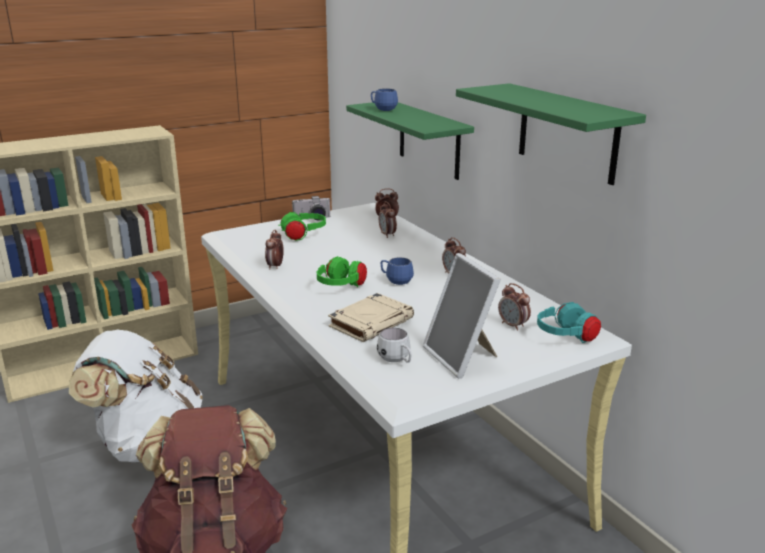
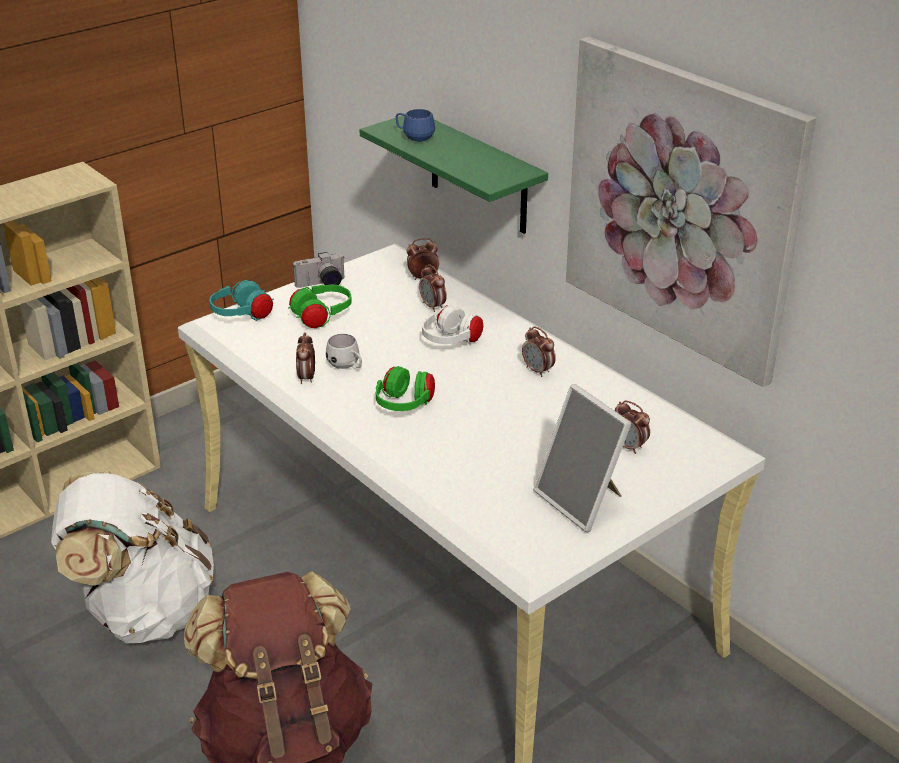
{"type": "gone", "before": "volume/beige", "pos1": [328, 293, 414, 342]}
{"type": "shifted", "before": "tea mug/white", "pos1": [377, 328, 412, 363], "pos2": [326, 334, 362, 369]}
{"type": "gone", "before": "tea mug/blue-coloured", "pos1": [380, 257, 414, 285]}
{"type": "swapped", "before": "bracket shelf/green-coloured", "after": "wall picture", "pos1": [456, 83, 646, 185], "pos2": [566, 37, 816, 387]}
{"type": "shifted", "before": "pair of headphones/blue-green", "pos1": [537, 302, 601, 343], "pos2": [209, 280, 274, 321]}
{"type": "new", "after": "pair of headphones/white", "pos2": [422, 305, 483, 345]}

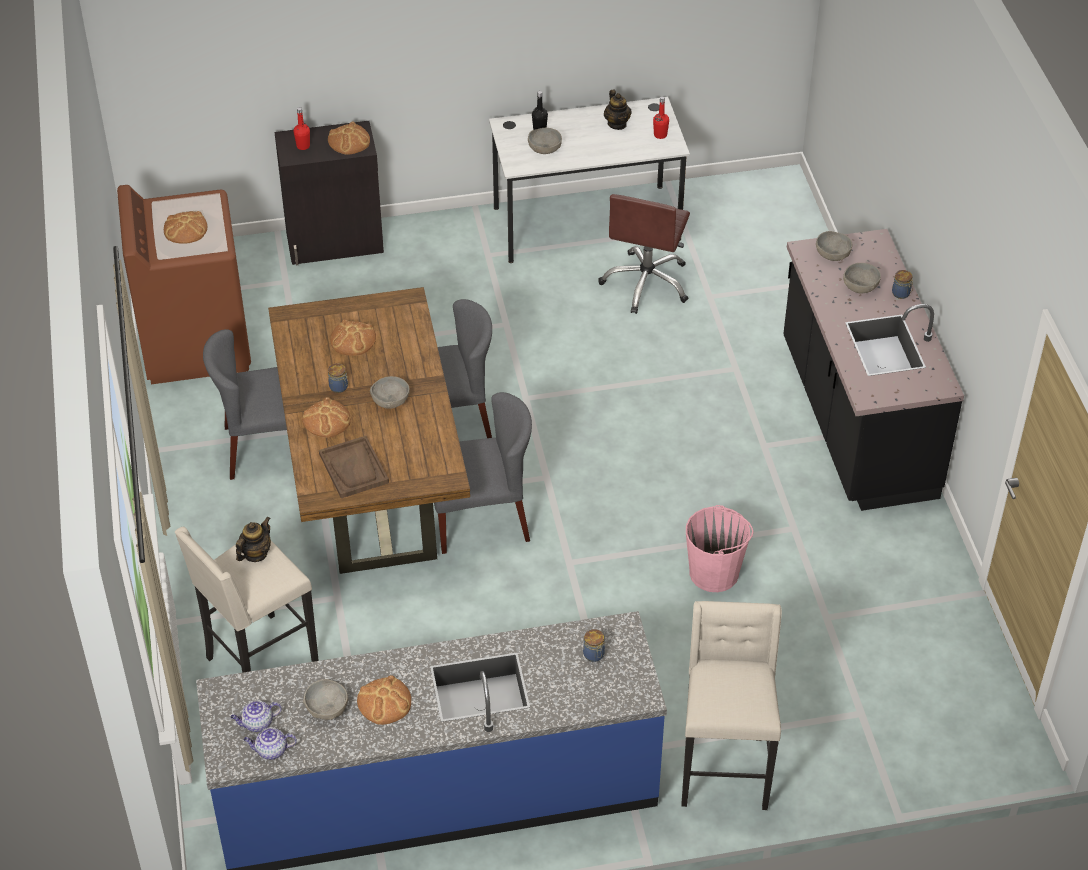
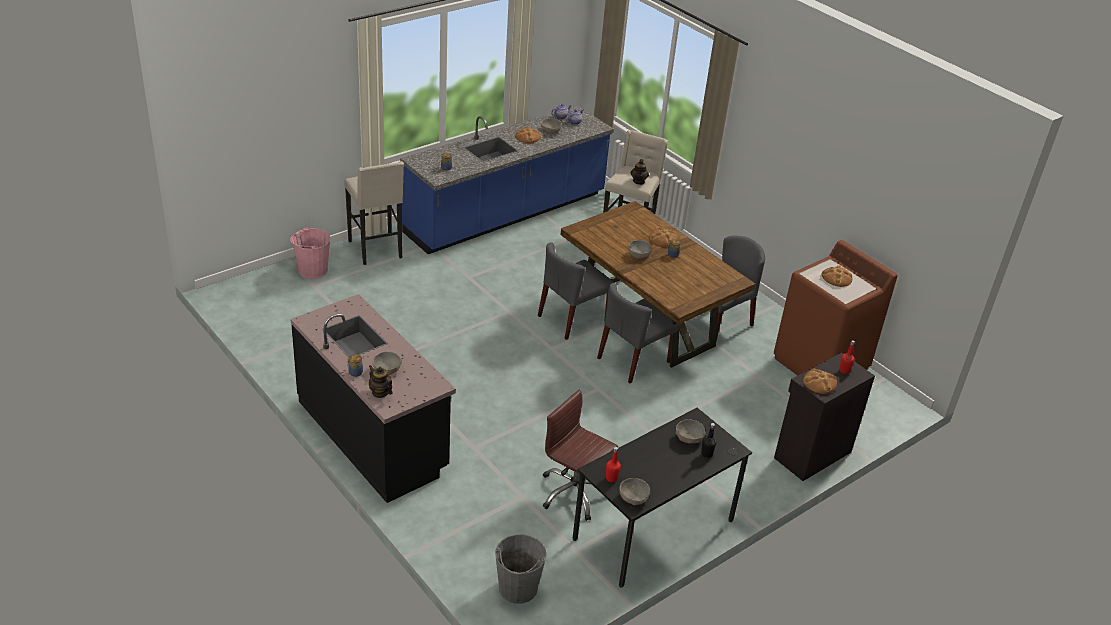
{"type": "gone", "before": "carrying tray/brownish", "pos1": [319, 436, 389, 498]}
{"type": "gone", "before": "bread", "pos1": [330, 319, 376, 356]}
{"type": "repainted", "before": "desk unit/white", "after": "desk unit/black-coloured", "pos1": [489, 97, 690, 263], "pos2": [573, 408, 752, 588]}
{"type": "rotated", "before": "desk chair/brownish", "pos1": [598, 194, 690, 314], "pos2": [543, 389, 618, 521], "turn": -45}
{"type": "shifted", "before": "pot for tea", "pos1": [604, 90, 632, 130], "pos2": [369, 365, 392, 398]}
{"type": "shifted", "before": "pail/pink-coloured", "pos1": [686, 505, 753, 592], "pos2": [290, 227, 330, 279]}
{"type": "shifted", "before": "bowl/grey", "pos1": [816, 231, 852, 261], "pos2": [619, 478, 650, 505]}
{"type": "new", "after": "pail/grey", "pos2": [495, 534, 547, 604]}

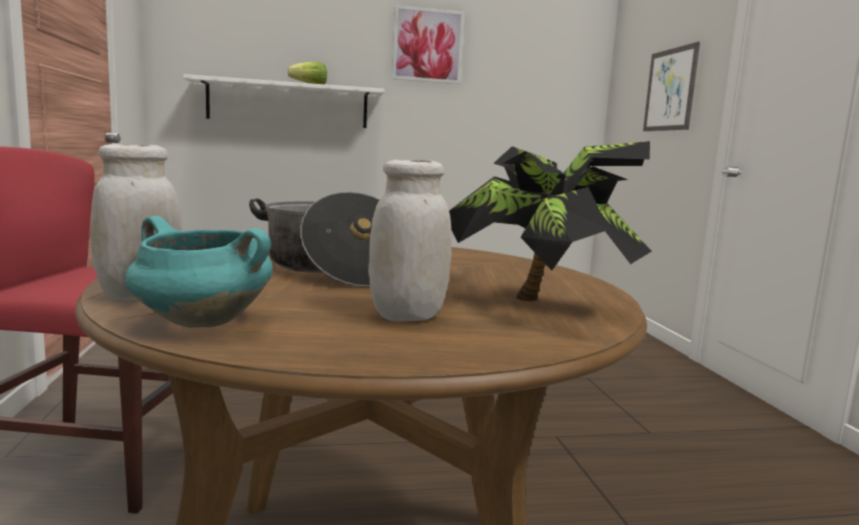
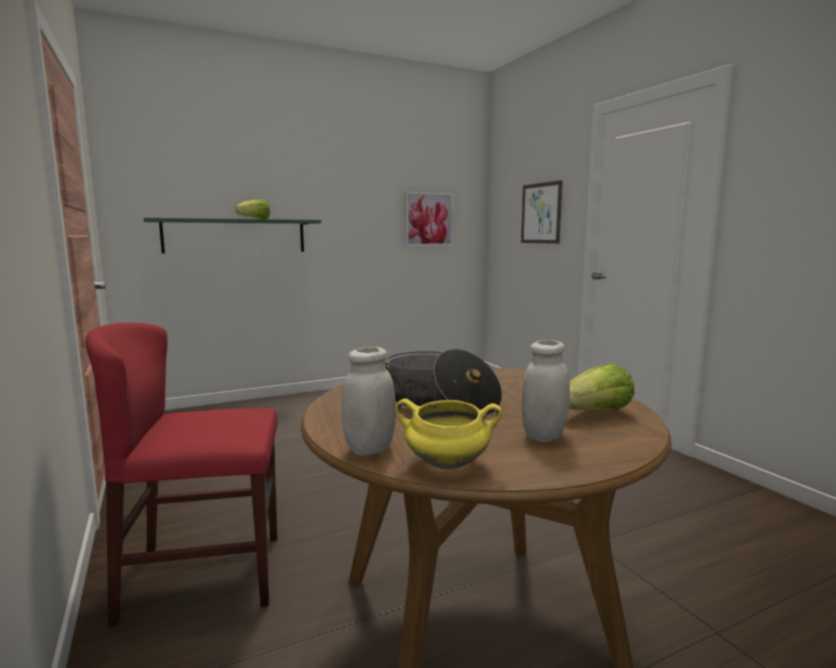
{"type": "repainted", "before": "saucepot/blue-green", "after": "saucepot/yellow", "pos1": [125, 216, 273, 328], "pos2": [395, 399, 502, 470]}
{"type": "repainted", "before": "bracket shelf/white", "after": "bracket shelf/green-coloured", "pos1": [183, 74, 385, 128], "pos2": [143, 218, 321, 254]}
{"type": "shifted", "before": "wall picture", "pos1": [392, 5, 465, 84], "pos2": [405, 191, 453, 246]}
{"type": "swapped", "before": "houseplant", "after": "head of lettuce", "pos1": [449, 141, 652, 301], "pos2": [569, 362, 635, 411]}

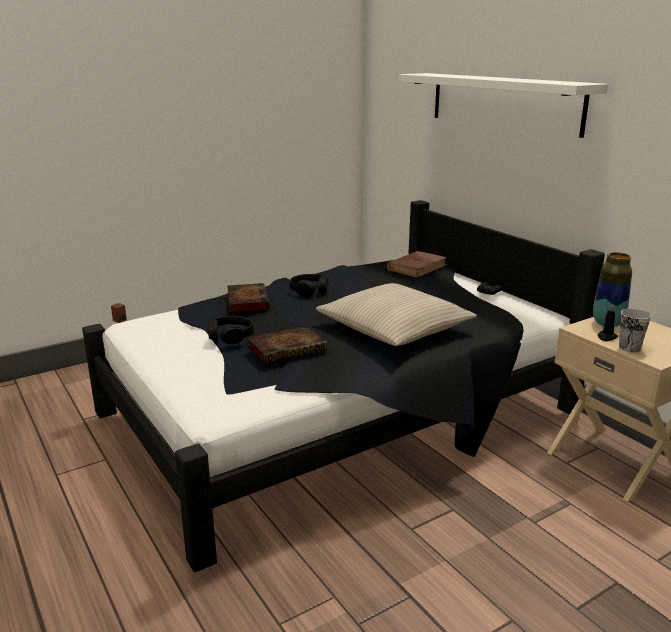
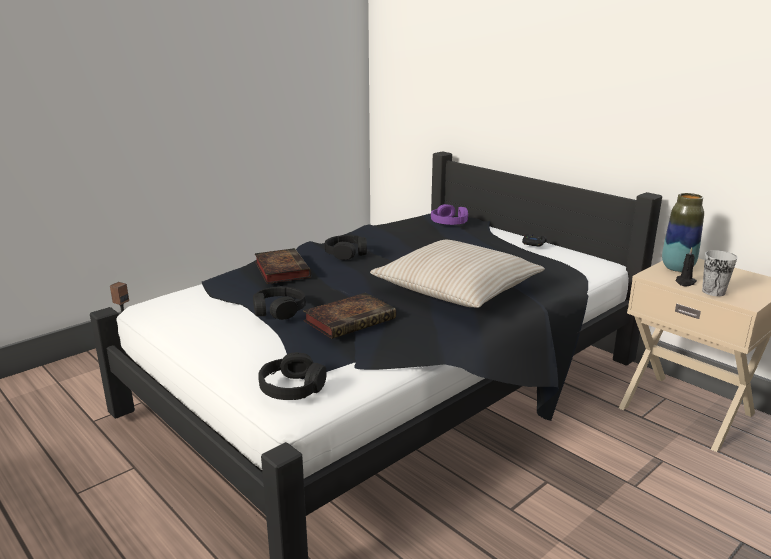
{"type": "swapped", "before": "volume/brownish", "after": "pair of headphones/purple", "pos1": [387, 251, 448, 278], "pos2": [431, 204, 468, 225]}
{"type": "gone", "before": "bracket shelf/white", "pos1": [399, 73, 608, 138]}
{"type": "new", "after": "pair of headphones/black-coloured", "pos2": [258, 352, 327, 400]}

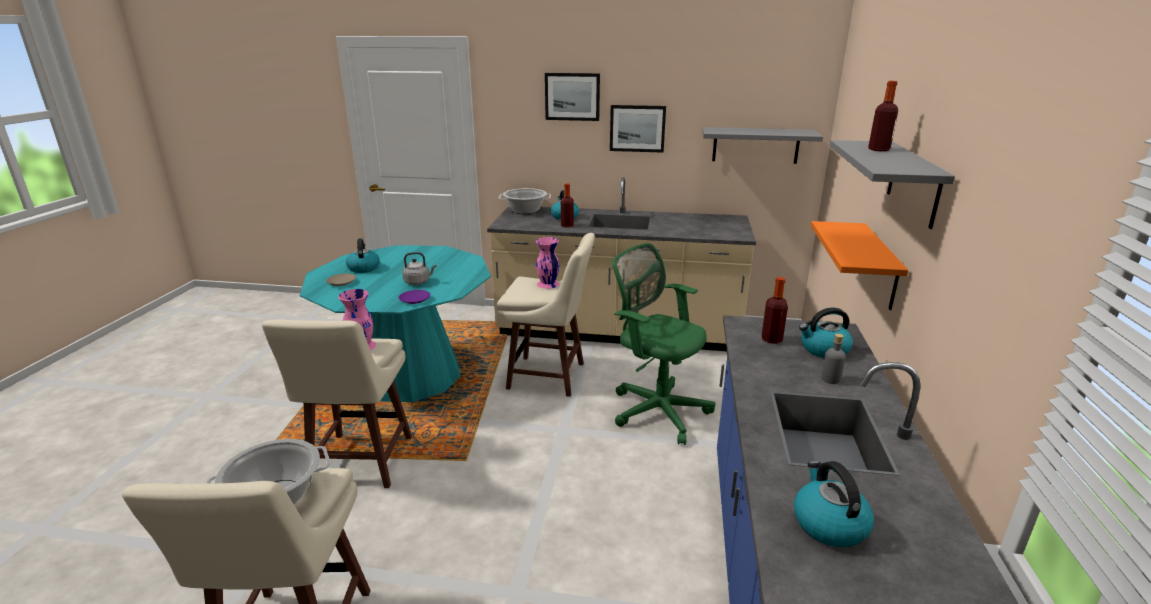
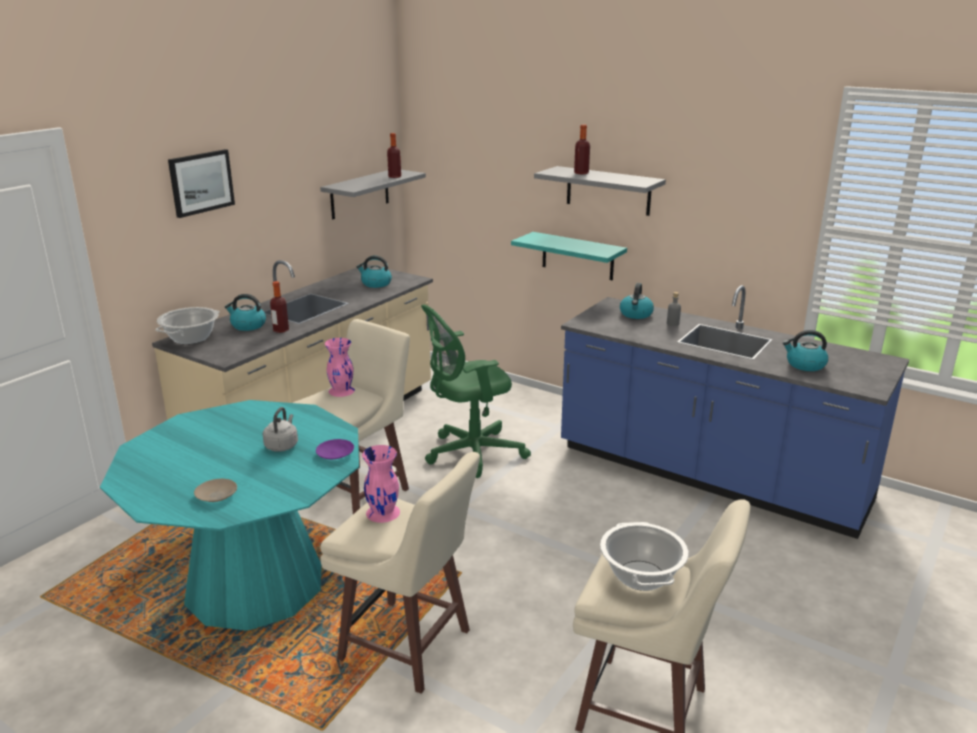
{"type": "shifted", "before": "kettle", "pos1": [346, 238, 380, 273], "pos2": [357, 256, 392, 288]}
{"type": "gone", "before": "wall picture", "pos1": [610, 105, 666, 153]}
{"type": "shifted", "before": "beverage bottle", "pos1": [762, 277, 788, 344], "pos2": [387, 133, 401, 178]}
{"type": "repainted", "before": "bracket shelf/orangey", "after": "bracket shelf/blue-green", "pos1": [811, 221, 908, 310], "pos2": [511, 232, 627, 280]}

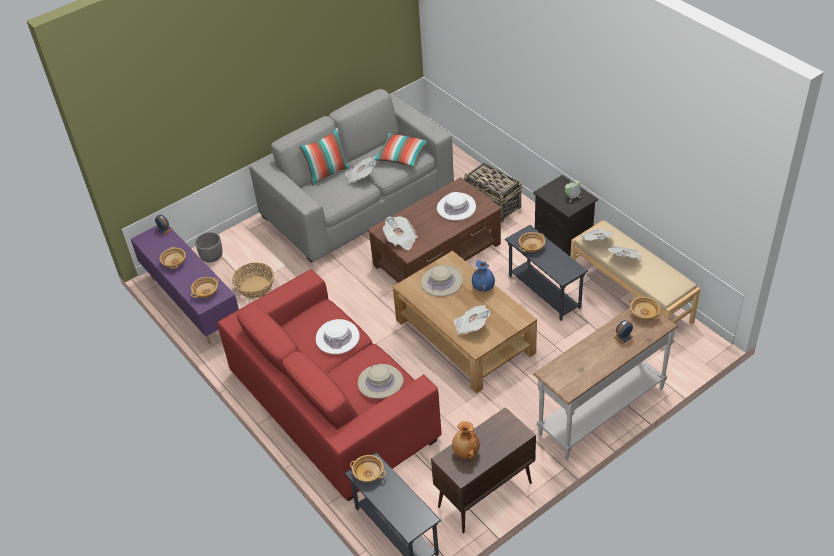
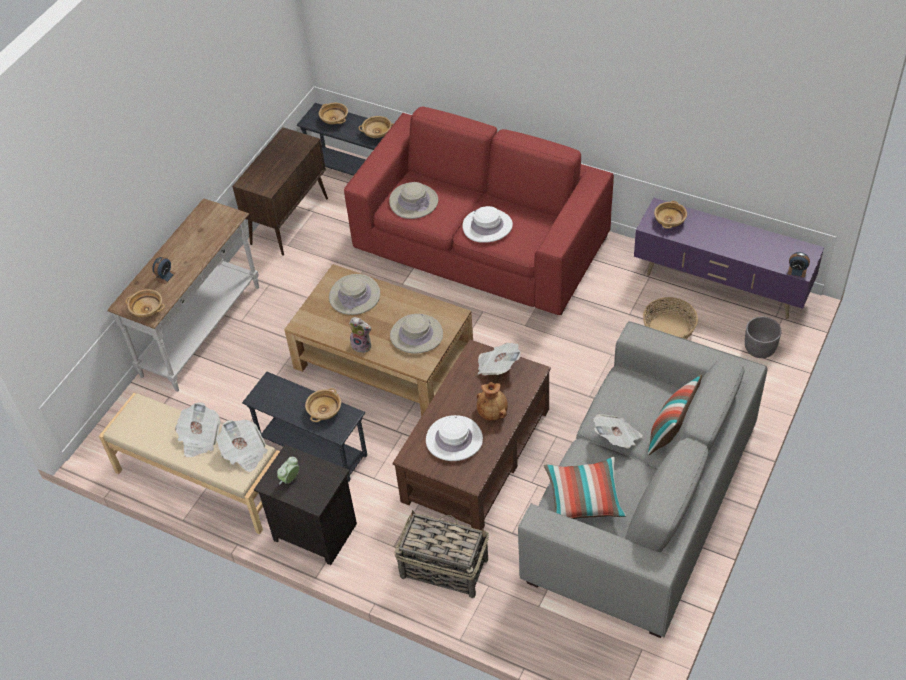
{"type": "shifted", "before": "bowl/beige", "pos1": [160, 247, 186, 269], "pos2": [319, 103, 348, 125]}
{"type": "shifted", "before": "decorative vase/brownish", "pos1": [452, 421, 480, 459], "pos2": [477, 382, 508, 421]}
{"type": "swapped", "before": "newspaper", "after": "clothing hat/beige", "pos1": [453, 305, 490, 335], "pos2": [329, 274, 380, 315]}
{"type": "swapped", "before": "decorative vase/blue-coloured", "after": "plush toy", "pos1": [472, 260, 495, 292], "pos2": [349, 317, 372, 353]}

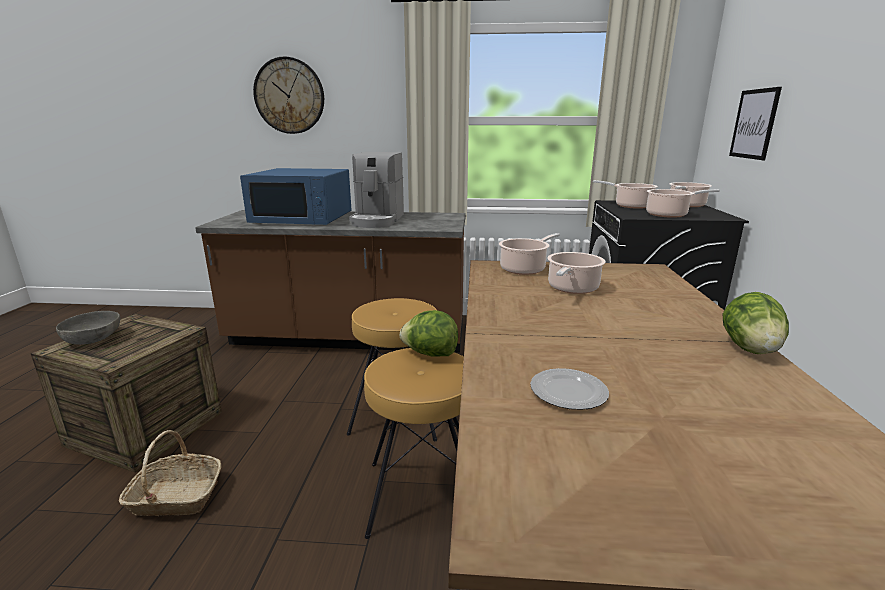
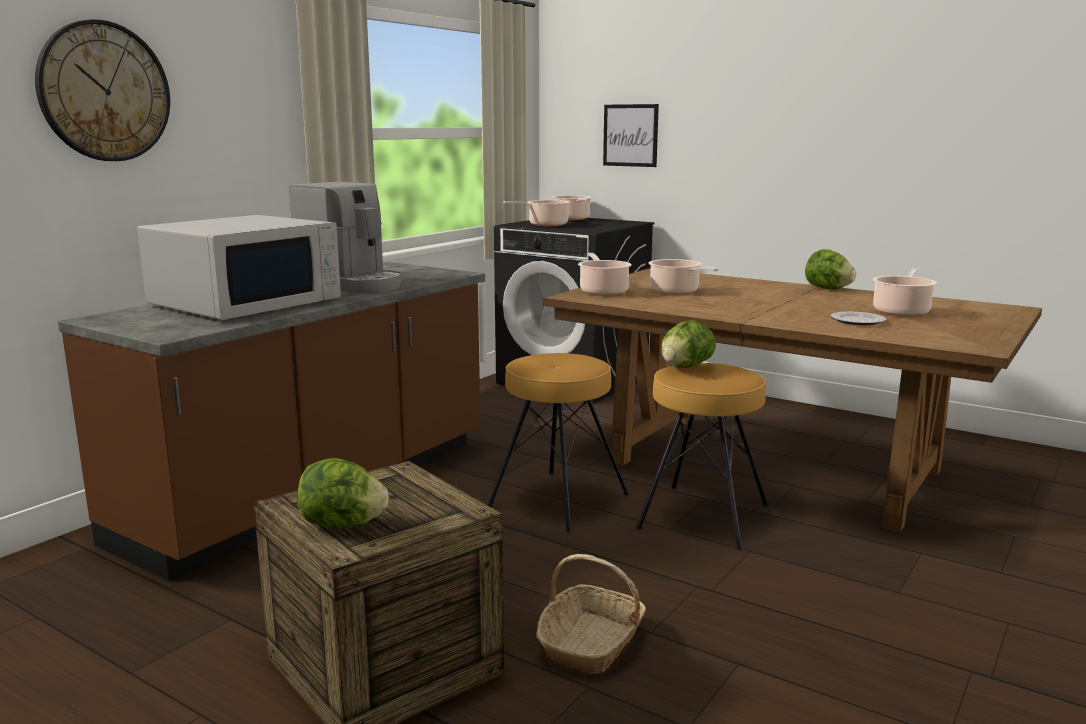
{"type": "swapped", "before": "bowl/grey", "after": "head of lettuce", "pos1": [56, 311, 120, 345], "pos2": [297, 458, 389, 528]}
{"type": "repainted", "before": "microwave oven/blue-coloured", "after": "microwave oven/white", "pos1": [240, 168, 352, 225], "pos2": [137, 215, 341, 320]}
{"type": "shifted", "before": "saucepot", "pos1": [646, 189, 720, 218], "pos2": [873, 268, 937, 316]}

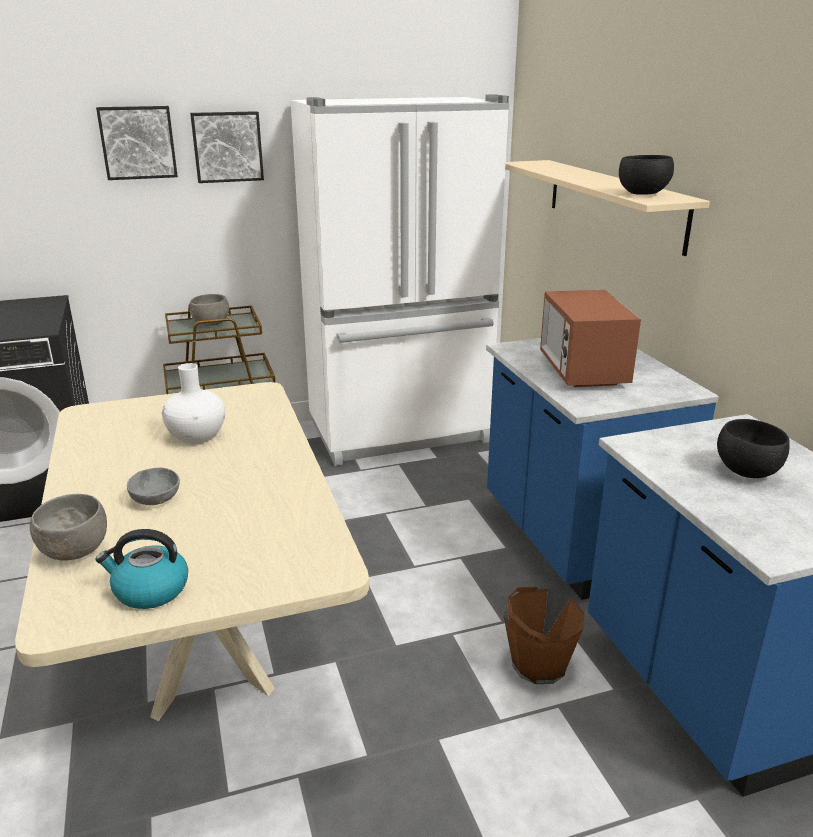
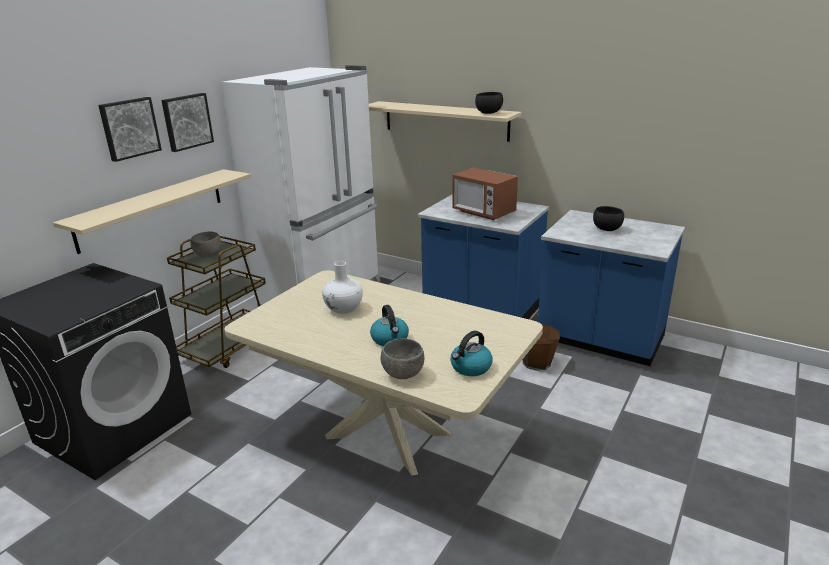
{"type": "swapped", "before": "bowl/grey", "after": "kettle", "pos1": [127, 467, 180, 505], "pos2": [370, 305, 409, 346]}
{"type": "new", "after": "bracket shelf/beige", "pos2": [53, 169, 251, 254]}

